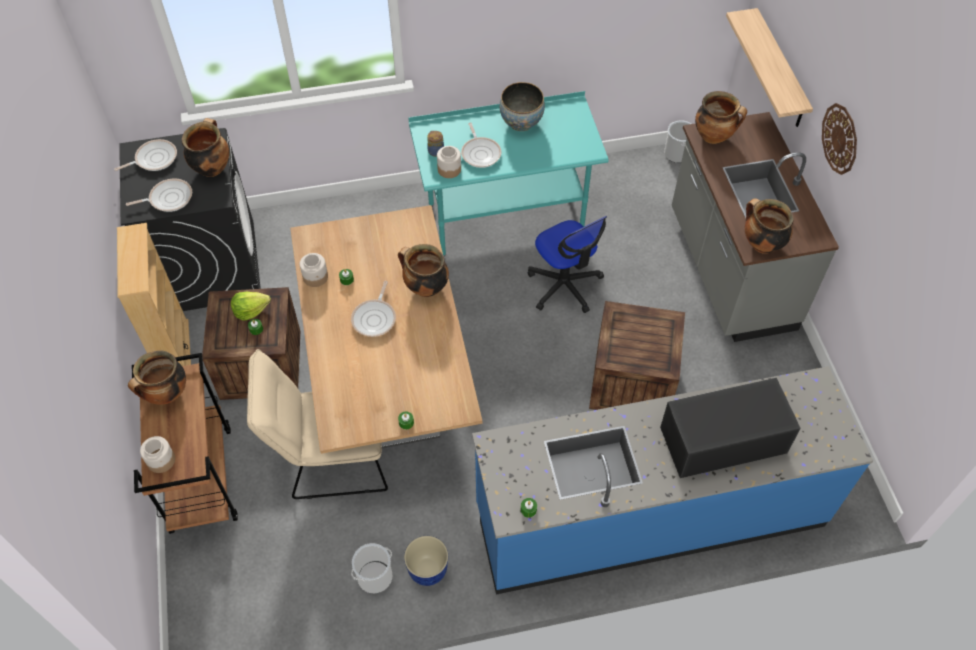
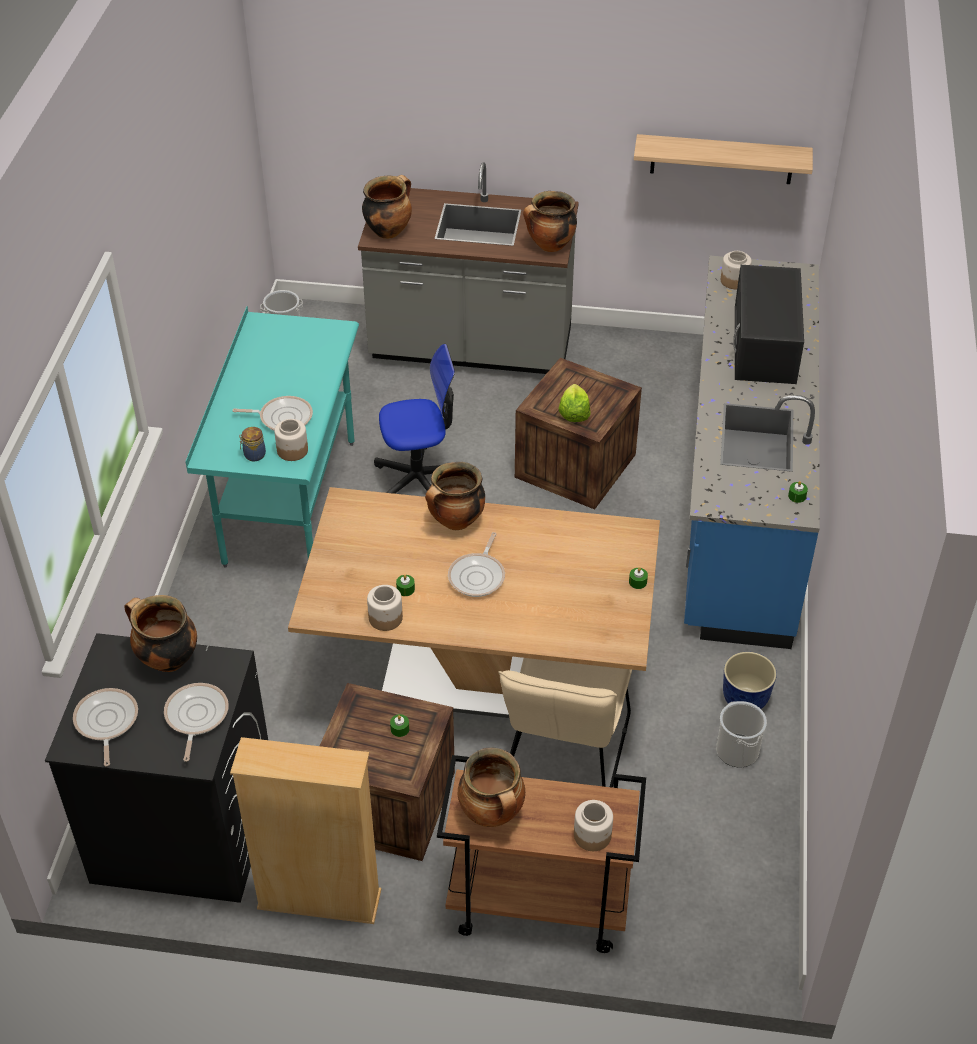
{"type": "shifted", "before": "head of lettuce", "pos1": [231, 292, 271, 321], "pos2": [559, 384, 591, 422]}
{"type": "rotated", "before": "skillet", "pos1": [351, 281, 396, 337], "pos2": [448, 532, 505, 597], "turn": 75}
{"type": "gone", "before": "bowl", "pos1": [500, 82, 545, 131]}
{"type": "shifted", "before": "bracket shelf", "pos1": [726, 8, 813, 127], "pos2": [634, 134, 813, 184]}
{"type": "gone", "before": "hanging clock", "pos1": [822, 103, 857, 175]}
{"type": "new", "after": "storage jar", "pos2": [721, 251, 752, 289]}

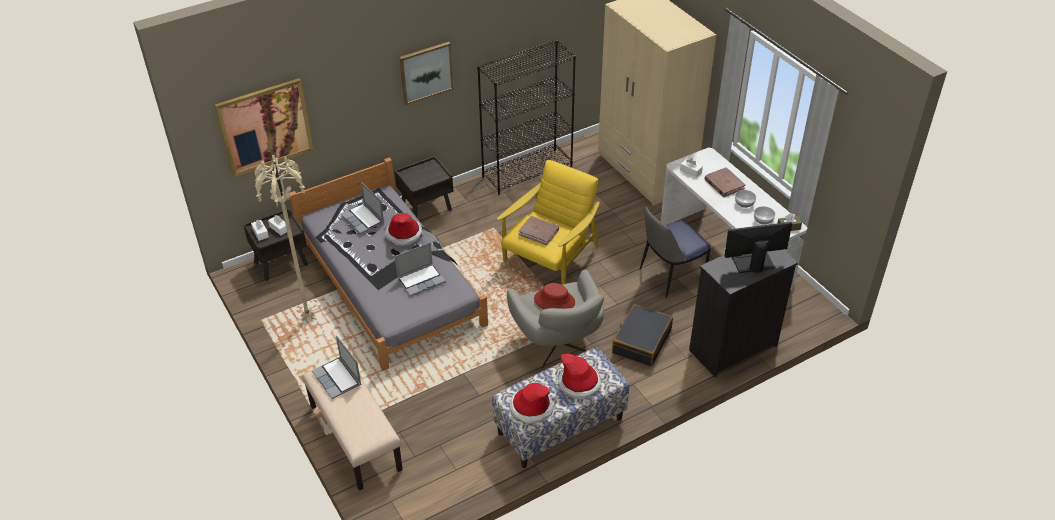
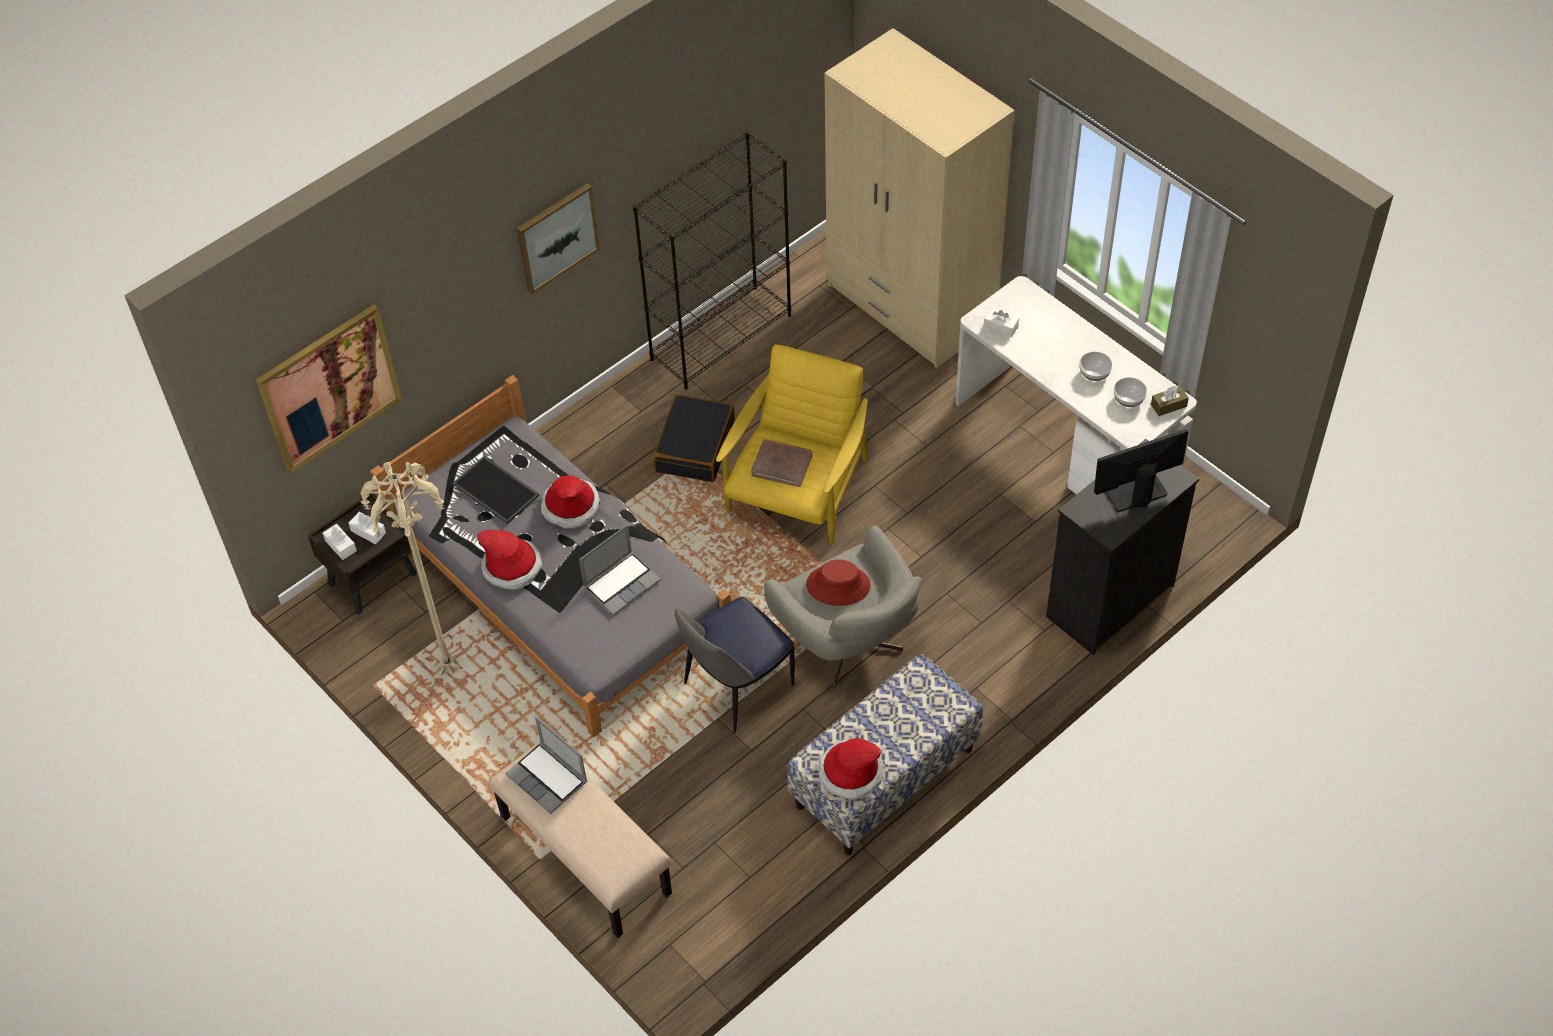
{"type": "swapped", "before": "notebook computer", "after": "carrying tray", "pos1": [341, 182, 384, 234], "pos2": [452, 455, 540, 524]}
{"type": "gone", "before": "night table/brownish", "pos1": [394, 156, 453, 217]}
{"type": "shifted", "before": "clothing hat", "pos1": [558, 354, 602, 400], "pos2": [477, 530, 542, 590]}
{"type": "shifted", "before": "piece of luggage/black-coloured", "pos1": [612, 304, 673, 367], "pos2": [653, 395, 735, 482]}
{"type": "shifted", "before": "plain chair", "pos1": [640, 206, 711, 298], "pos2": [675, 597, 795, 733]}
{"type": "gone", "before": "volume/brownish", "pos1": [704, 167, 746, 197]}

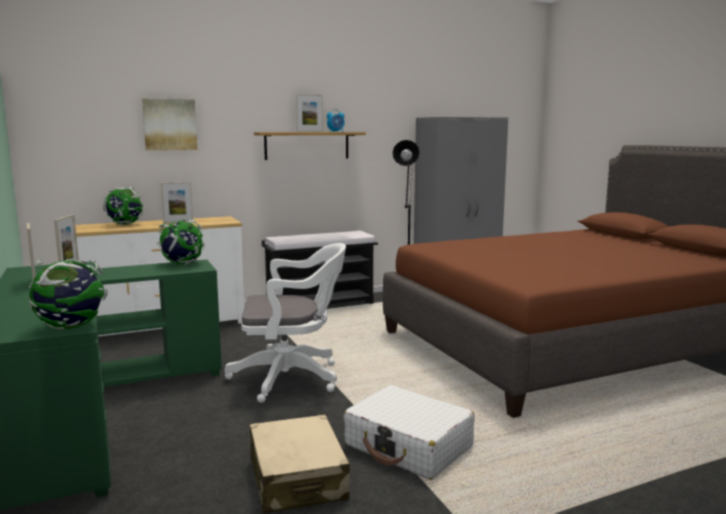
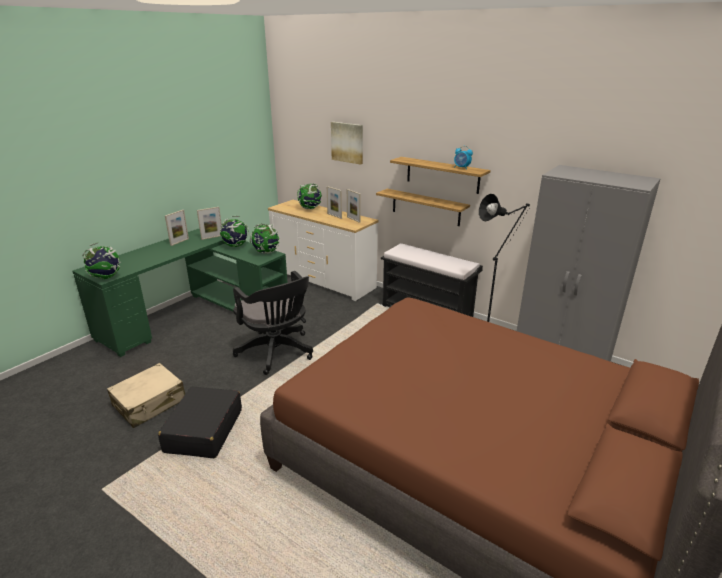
{"type": "repainted", "before": "desk chair/white", "after": "desk chair/black-coloured", "pos1": [225, 243, 346, 403], "pos2": [233, 271, 313, 375]}
{"type": "shifted", "before": "picture frame", "pos1": [296, 95, 323, 132], "pos2": [347, 189, 361, 223]}
{"type": "repainted", "before": "piece of luggage/white", "after": "piece of luggage/black-coloured", "pos1": [343, 385, 475, 480], "pos2": [158, 387, 242, 458]}
{"type": "new", "after": "world globe", "pos2": [220, 216, 249, 247]}
{"type": "new", "after": "bracket shelf", "pos2": [376, 189, 470, 226]}

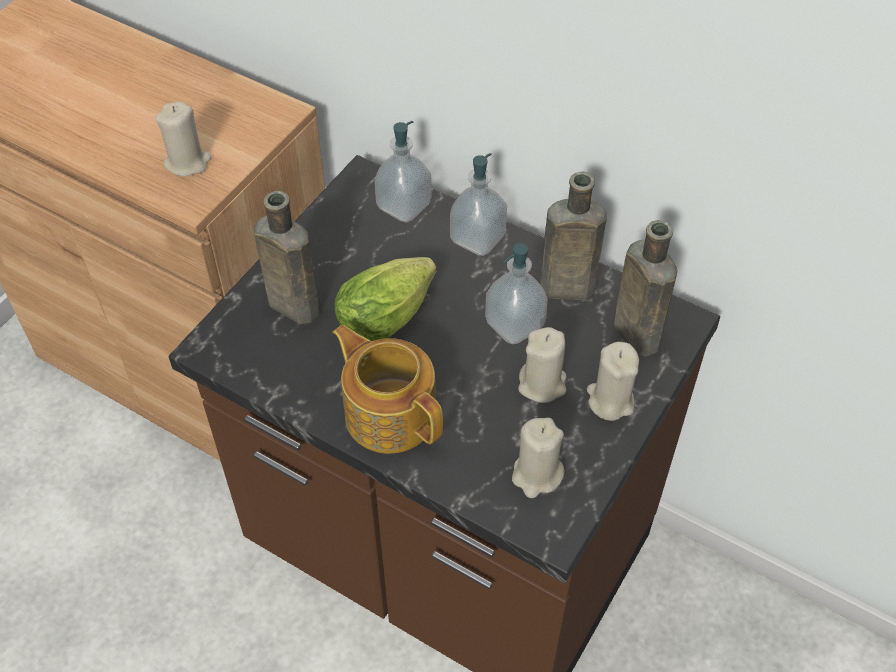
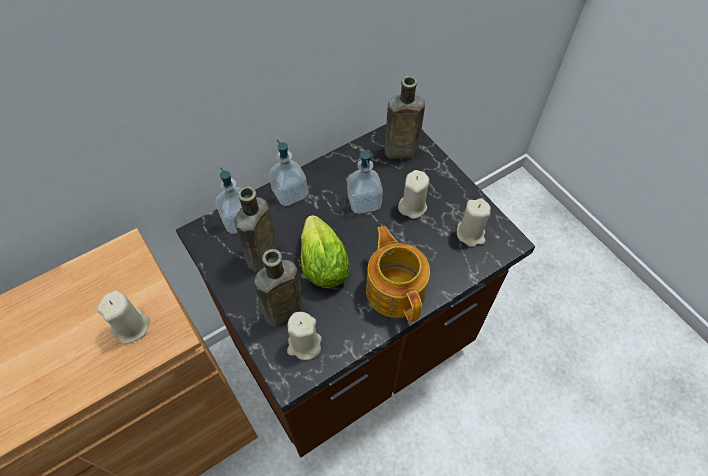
{"type": "rotated", "before": "pot for tea", "pos1": [332, 325, 443, 454], "pos2": [366, 226, 430, 322], "turn": 90}
{"type": "shifted", "before": "beverage bottle/brownish", "pos1": [540, 172, 607, 300], "pos2": [234, 186, 277, 272]}
{"type": "shifted", "before": "wax candle/beige", "pos1": [587, 342, 639, 421], "pos2": [287, 312, 322, 360]}

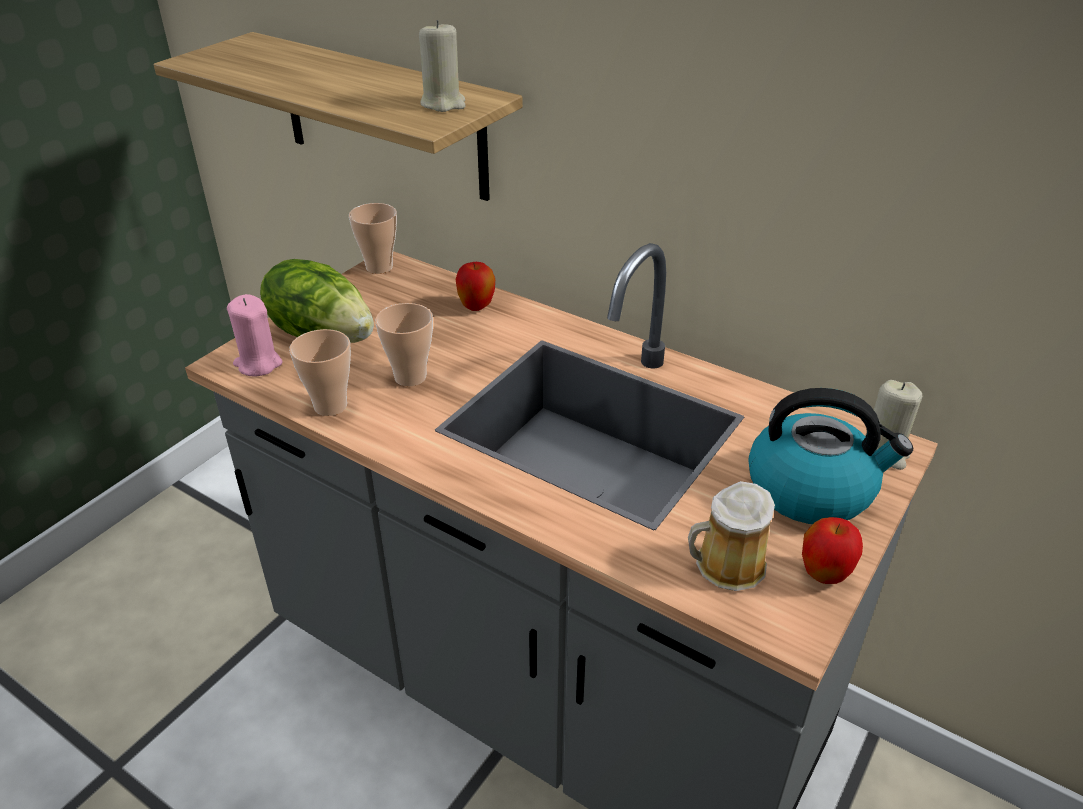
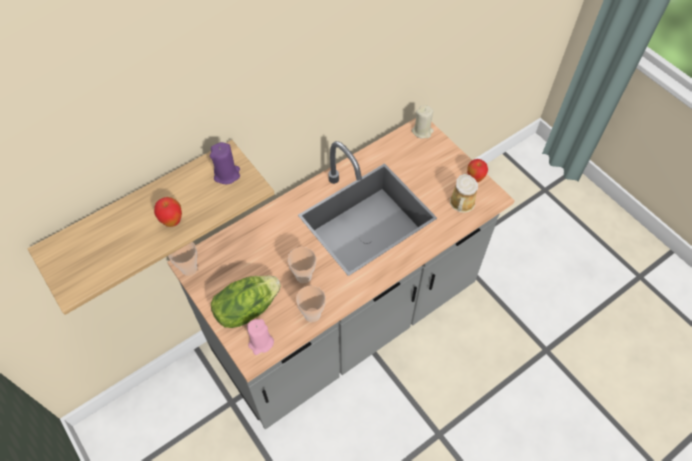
{"type": "repainted", "before": "wax candle/beige", "after": "wax candle/purple", "pos1": [419, 20, 465, 112], "pos2": [210, 142, 240, 184]}
{"type": "shifted", "before": "apple fruit", "pos1": [456, 262, 495, 311], "pos2": [154, 197, 182, 227]}
{"type": "gone", "before": "kettle", "pos1": [748, 388, 913, 524]}

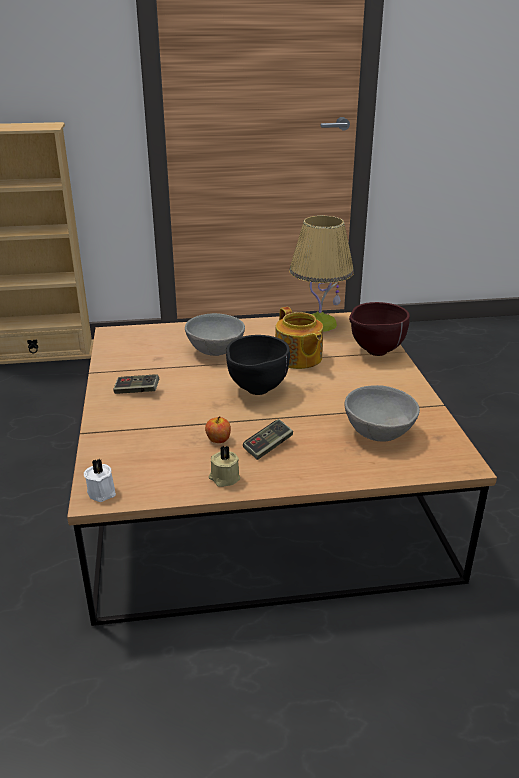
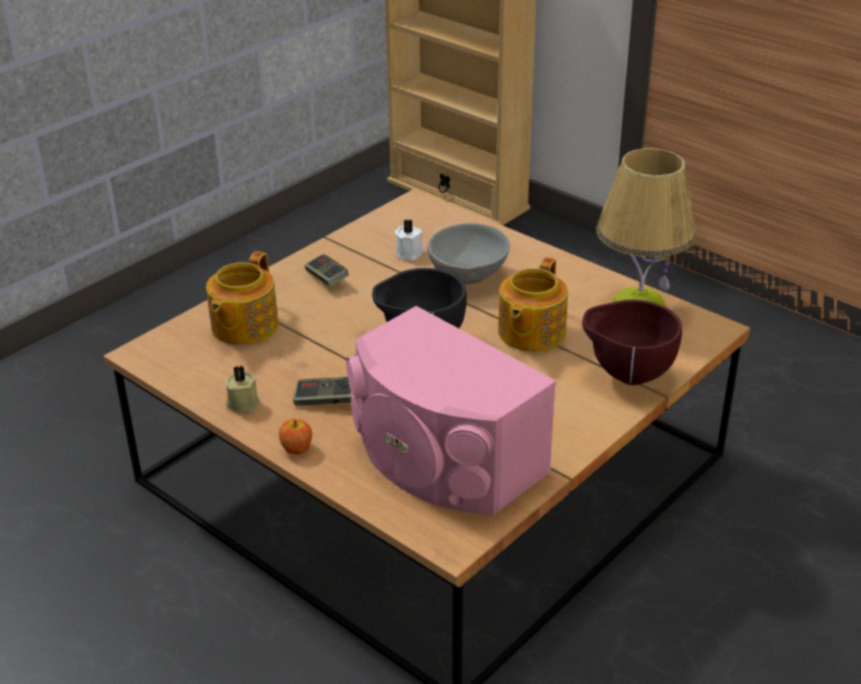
{"type": "shifted", "before": "wax candle/white", "pos1": [84, 459, 116, 502], "pos2": [395, 220, 424, 260]}
{"type": "shifted", "before": "apple fruit", "pos1": [205, 416, 231, 443], "pos2": [279, 419, 312, 454]}
{"type": "swapped", "before": "bowl/grey", "after": "loudspeaker/pink-coloured", "pos1": [345, 385, 420, 442], "pos2": [346, 306, 556, 515]}
{"type": "new", "after": "pot for tea", "pos2": [206, 251, 279, 345]}

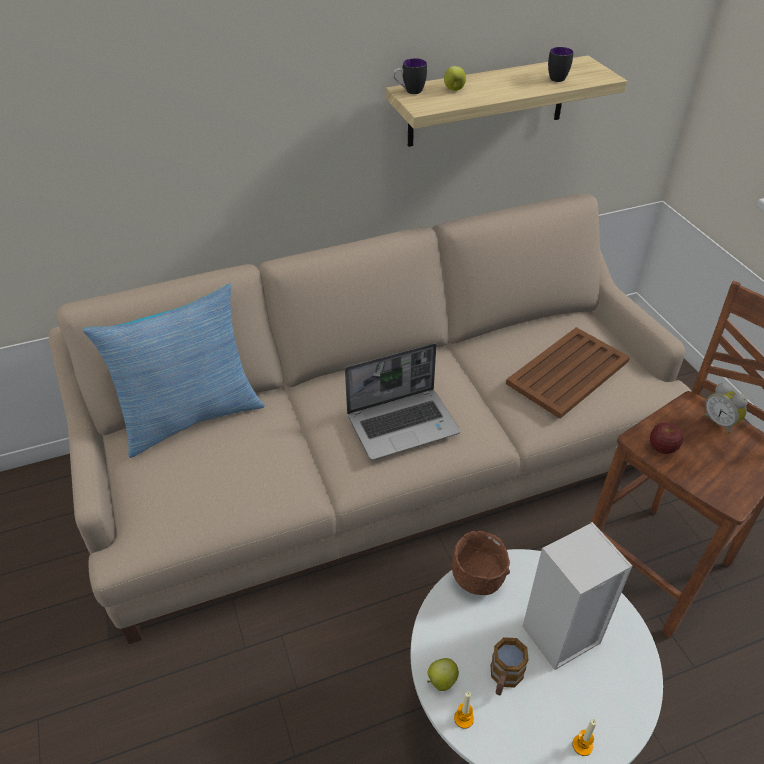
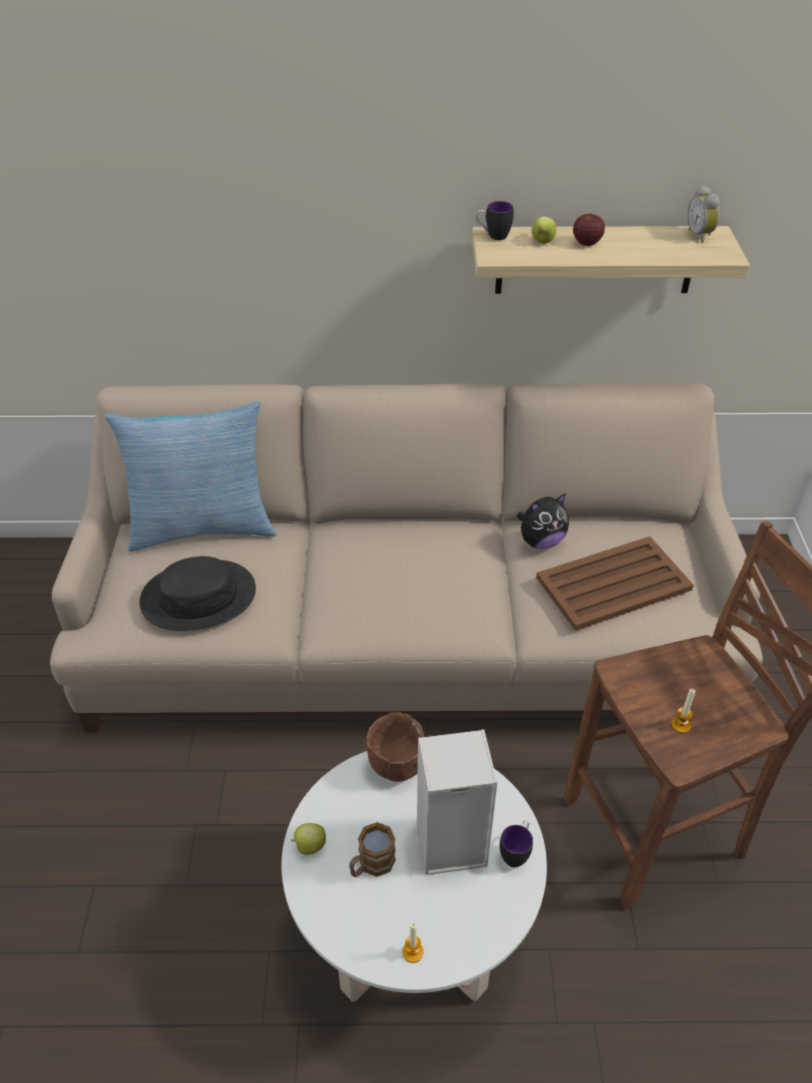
{"type": "gone", "before": "notebook computer", "pos1": [345, 343, 460, 460]}
{"type": "shifted", "before": "wax candle", "pos1": [454, 692, 474, 729], "pos2": [671, 689, 695, 733]}
{"type": "shifted", "before": "tea mug", "pos1": [548, 47, 574, 82], "pos2": [500, 820, 533, 867]}
{"type": "shifted", "before": "apple fruit", "pos1": [650, 423, 683, 454], "pos2": [573, 213, 605, 246]}
{"type": "shifted", "before": "table clock", "pos1": [704, 383, 748, 434], "pos2": [688, 185, 720, 243]}
{"type": "new", "after": "clothing hat/black-coloured", "pos2": [140, 556, 256, 631]}
{"type": "new", "after": "plush toy", "pos2": [517, 493, 569, 549]}

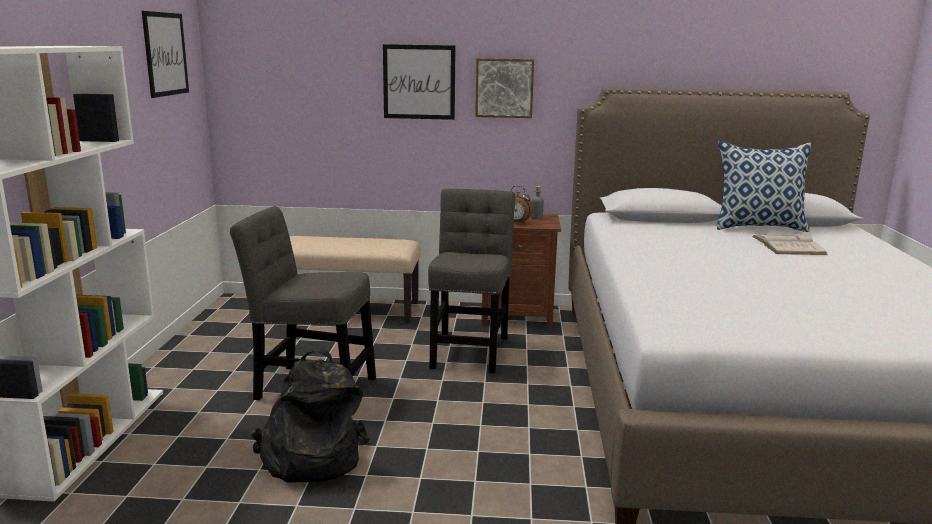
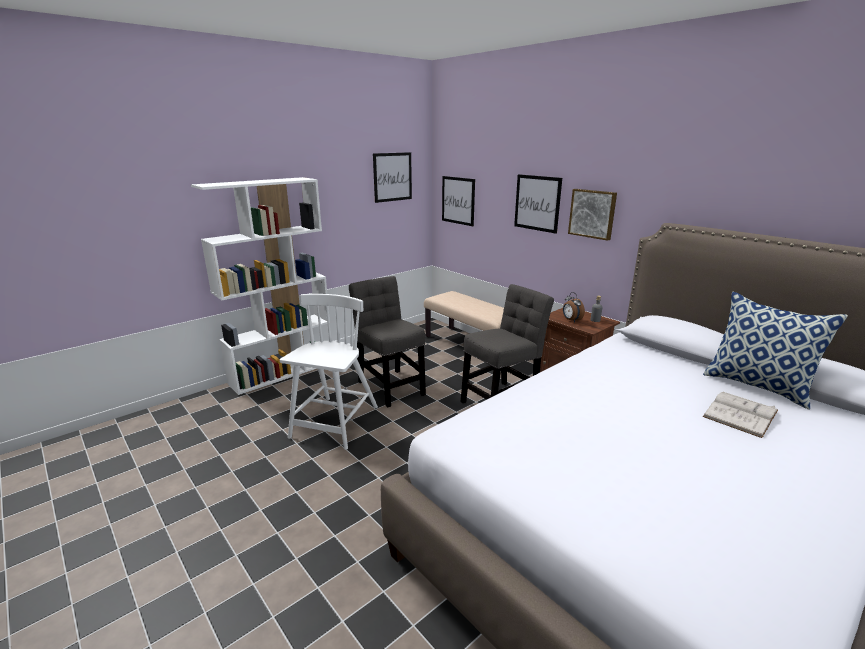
{"type": "swapped", "before": "knapsack/black-coloured", "after": "plain chair/white", "pos1": [250, 348, 370, 483], "pos2": [280, 294, 378, 450]}
{"type": "new", "after": "wall picture", "pos2": [442, 176, 475, 226]}

